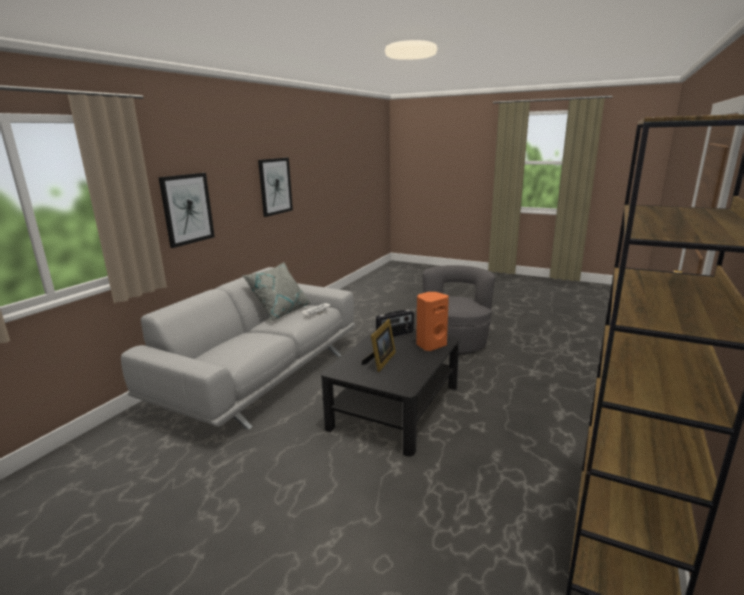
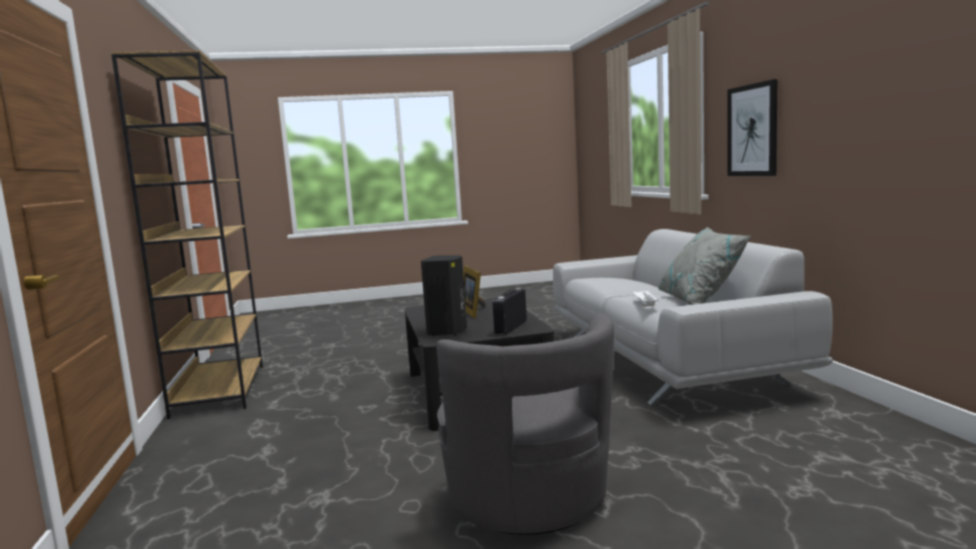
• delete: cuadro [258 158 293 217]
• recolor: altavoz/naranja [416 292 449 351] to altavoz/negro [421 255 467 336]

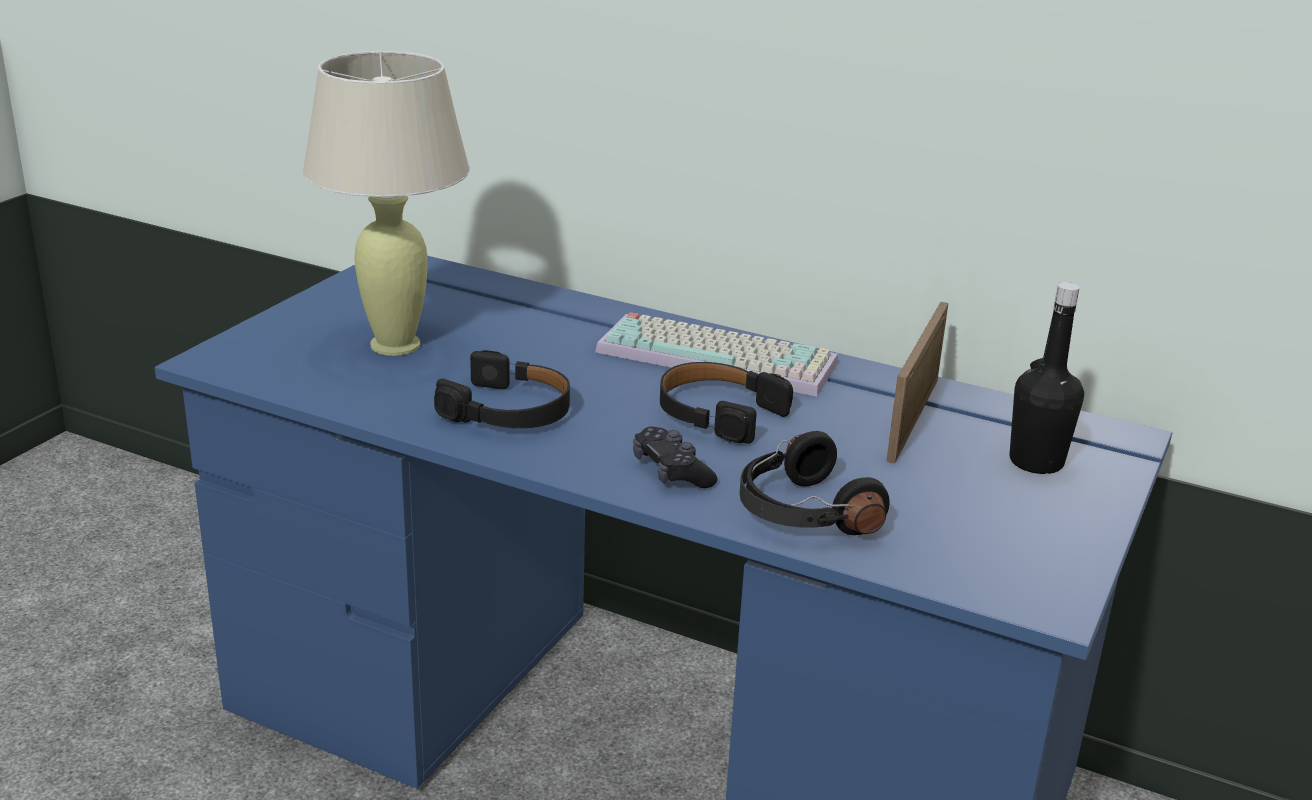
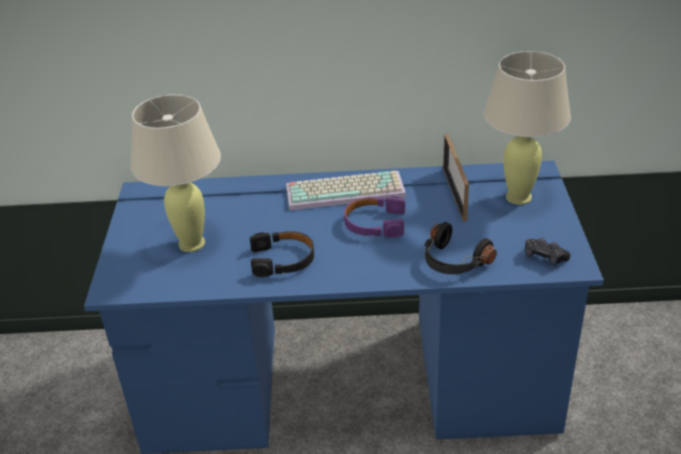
• move: mando de consola/negro [633 427 718 488] to [525 238 571 266]
• recolor: auriculares/negro [660 362 793 444] to auriculares/morado [344 196 405 238]
• replace: botella/negro [1010 282 1084 474] to lámpara de mesa/beis [483 51 571 205]

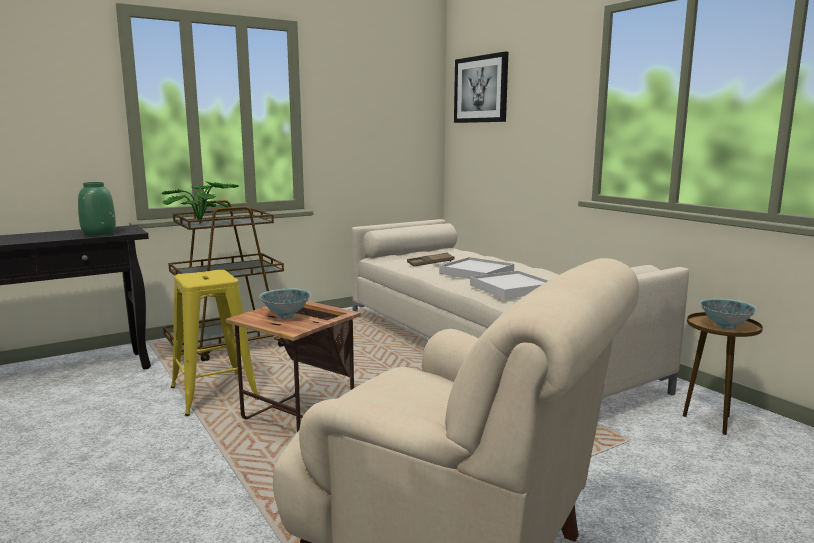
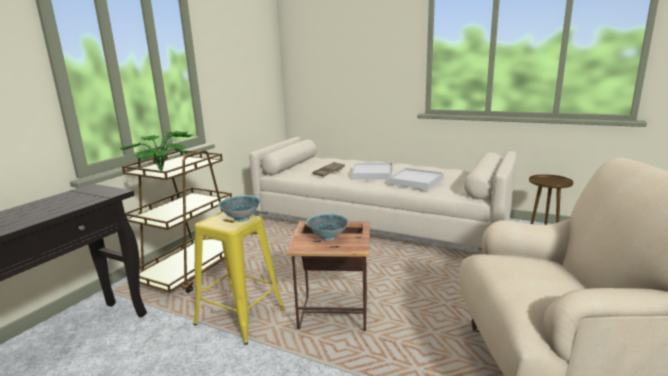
• delete: florero/verde [78 182 116 236]
• delete: cuadro [454 52 508 123]
• move: cuenco [699 299 757 329] to [218 195 261 222]

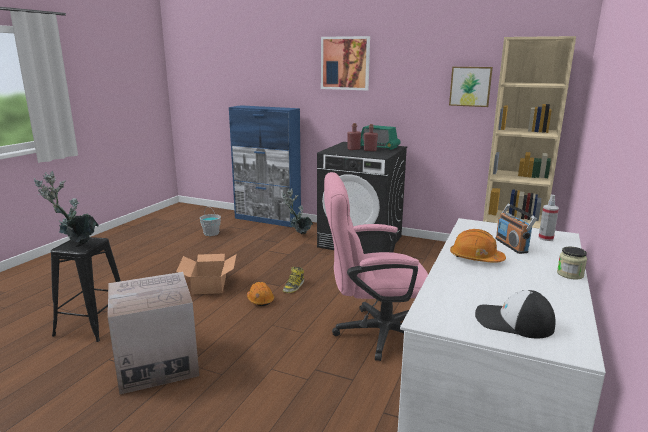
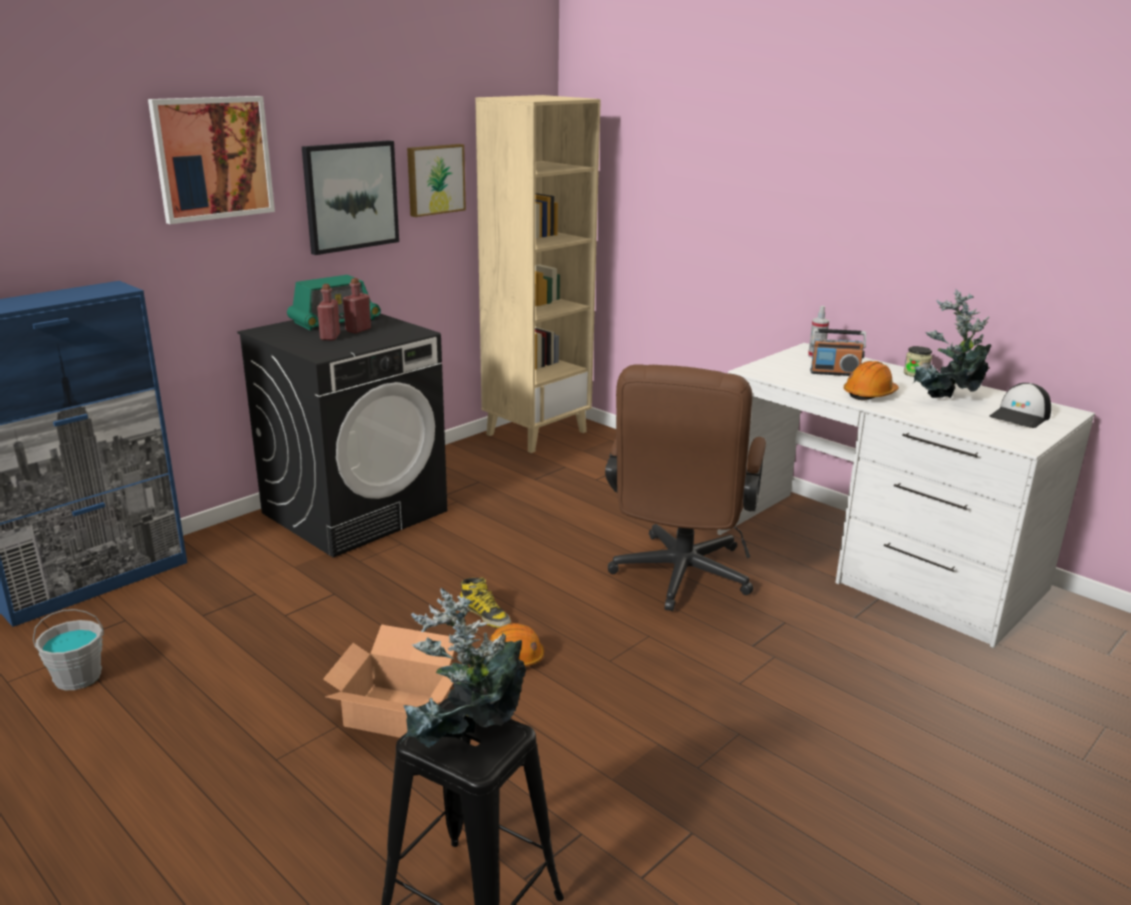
• delete: caja de cartón [108 272 199 394]
• move: planta en maceta [282 189 313 234] to [912 289 991 398]
• recolor: silla de oficina/rosa [324 172 428 361] to silla de oficina/marrón [605 364 766 611]
• insert: cuadro [302 140 399 255]

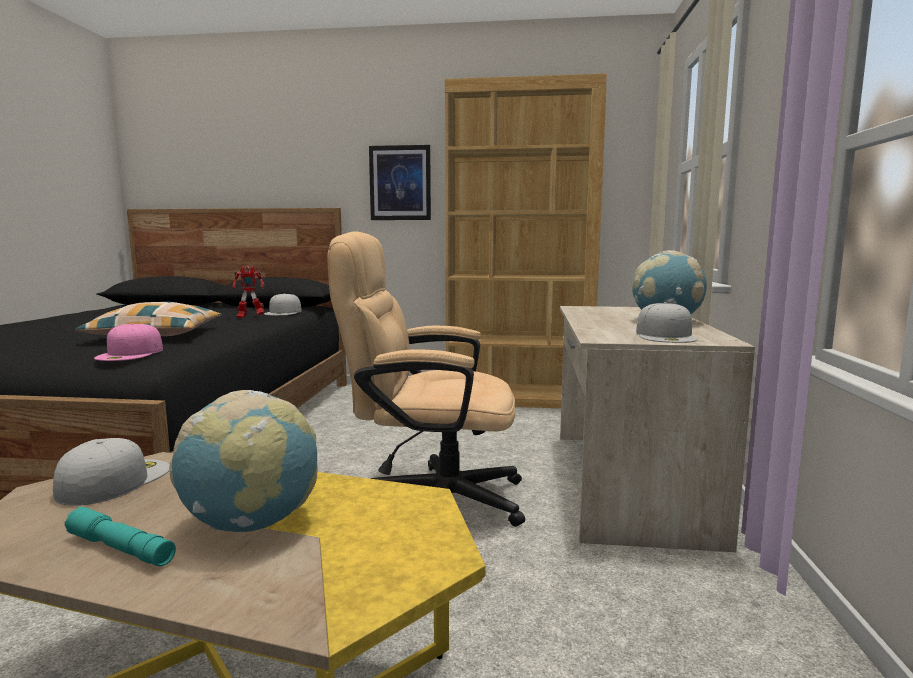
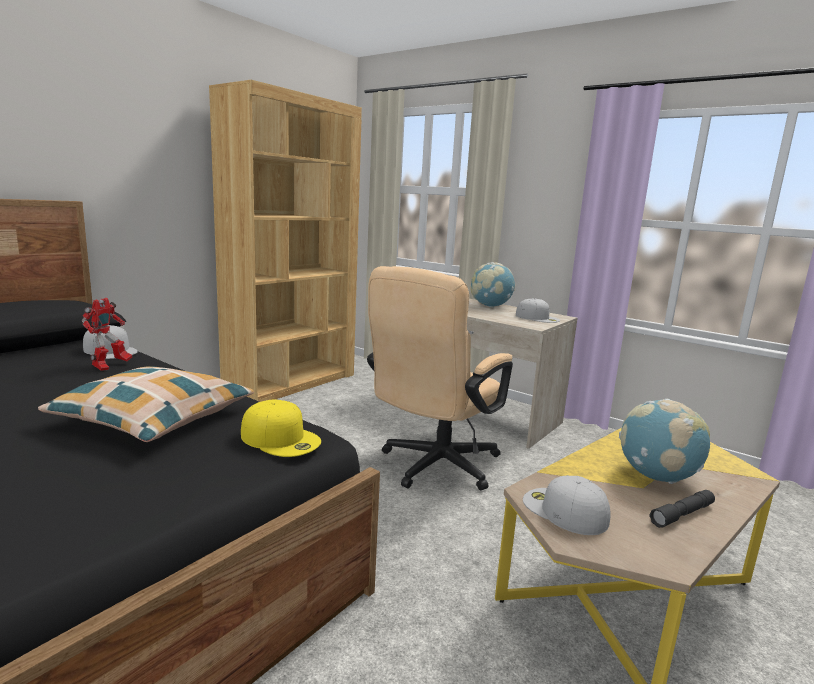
• recolor: linterna/turquesa [65 507 176 566] to linterna/gris [650 490 715 528]
• recolor: gorra/rosa [94 323 163 361] to gorra/amarillo [241 399 321 457]
• delete: cuadro [369 145 431 220]

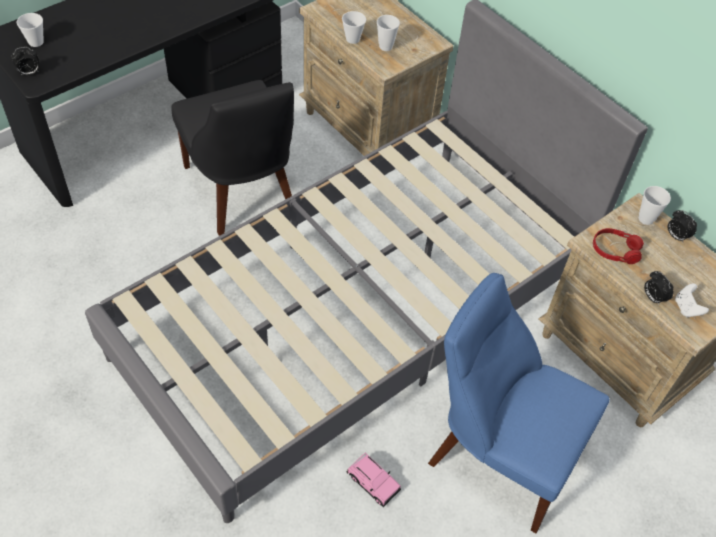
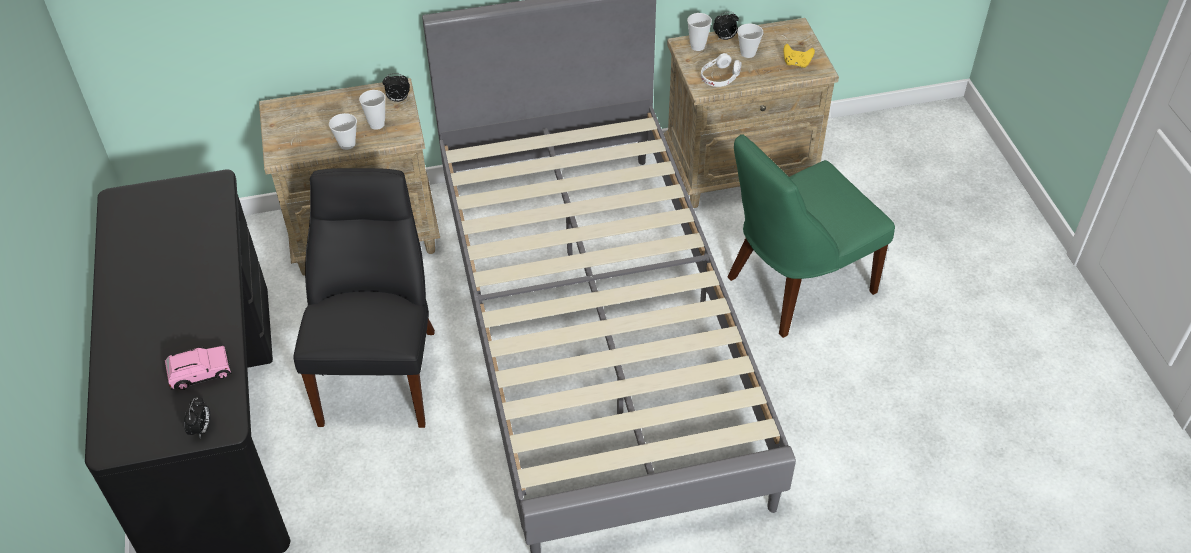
• move: taza [17 13 44 47] to [737 24 764 58]
• rotate: silla/negro [171 80 294 236] = [293 168 435 428] 90 degrees counterclockwise
• move: coche de juguete/rosa [346 453 401 507] to [165 346 232 390]
• recolor: silla/azul [428 273 610 533] to silla/verde [728 134 895 338]
• recolor: auriculares/rojo [593 228 644 264] to auriculares/blanco [701 53 742 87]
• move: despertador [644 271 674 305] to [382 73 410 102]
• recolor: mando de consola/blanco [675 283 709 318] to mando de consola/amarillo [784 44 815 68]

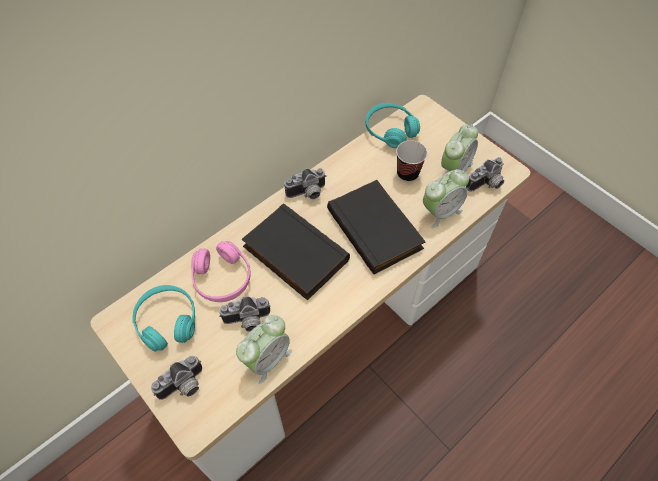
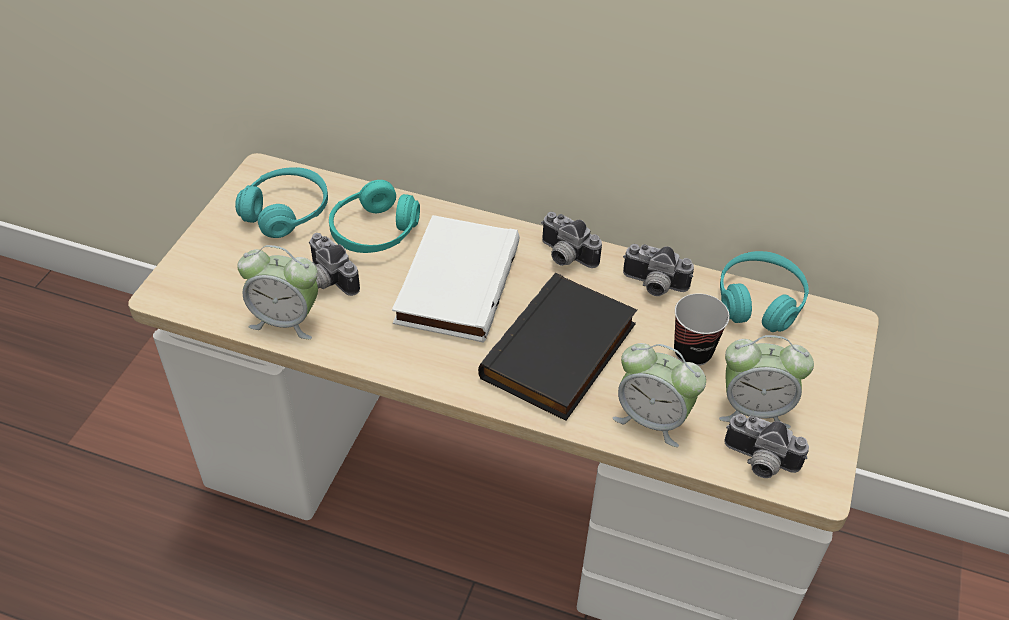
• move: cámara [151 356 202 400] to [623 244 694 296]
• recolor: auriculares/rosa [191 241 251 302] to auriculares/turquesa [329 180 420 253]
• recolor: libro/negro [242 203 350 300] to libro/blanco [392 215 519 343]

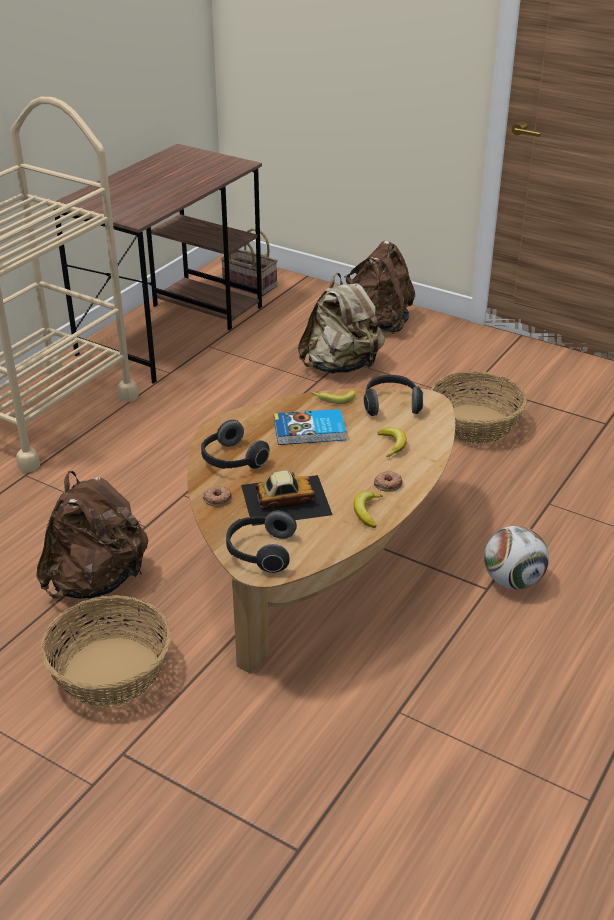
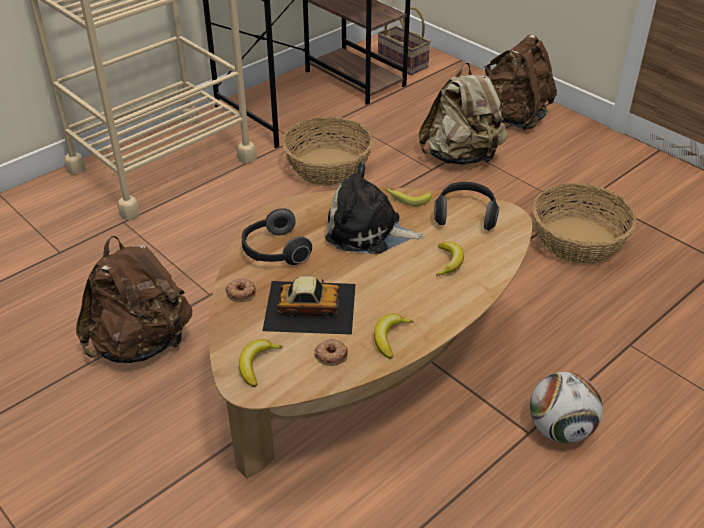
• move: cesta [41 595 172 707] to [282 116 373 186]
• replace: auriculares [226 510 297 573] to plátano [239 339 283 387]
• replace: libro [274 409 346 445] to peluche [325 162 425 254]
• move: rosquilla [374 471 403 492] to [314 339 348 366]

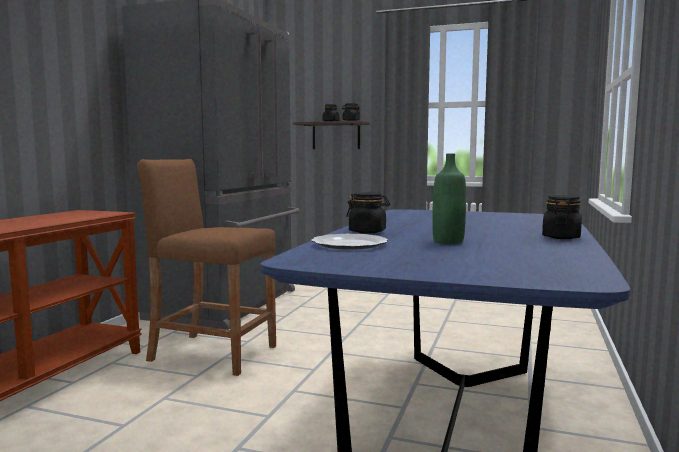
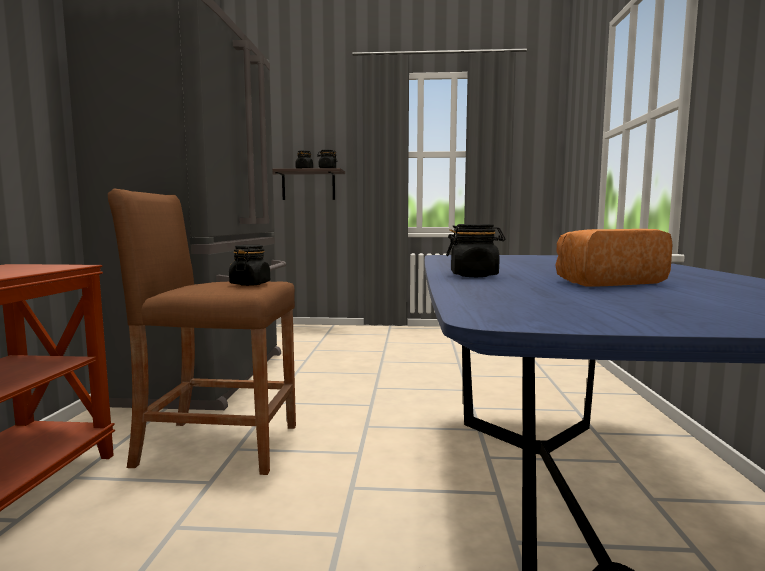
• delete: plato [311 234 388 250]
• replace: botella/verde [432 154 466 244] to pan [555 229 672 287]
• move: tarro/negro [542 195 582 239] to [229 245 270 286]

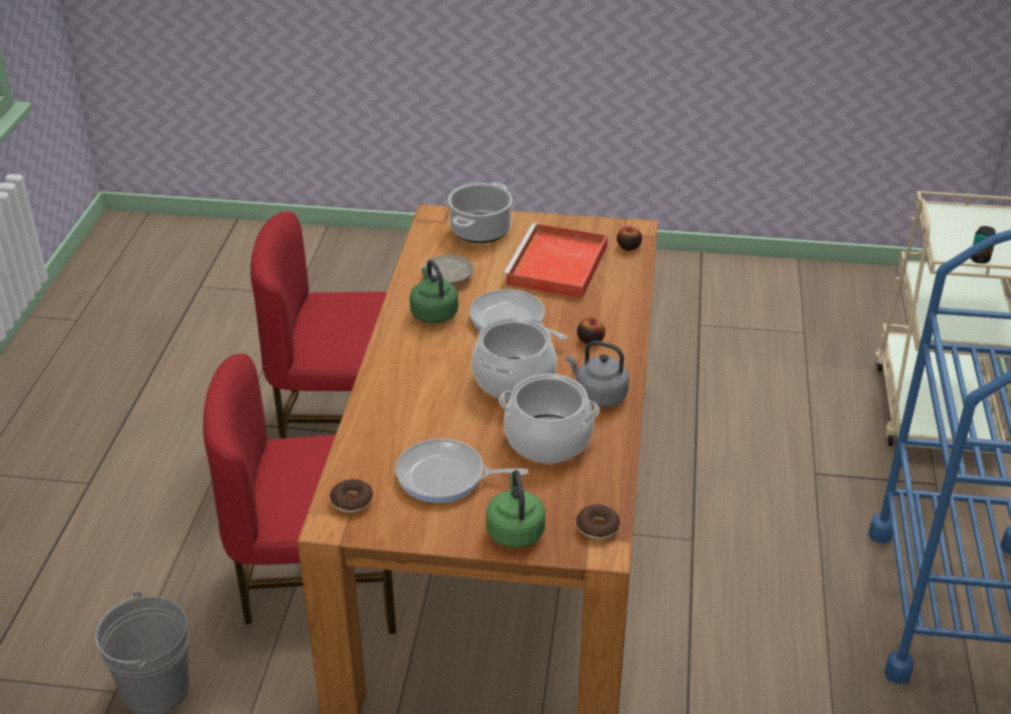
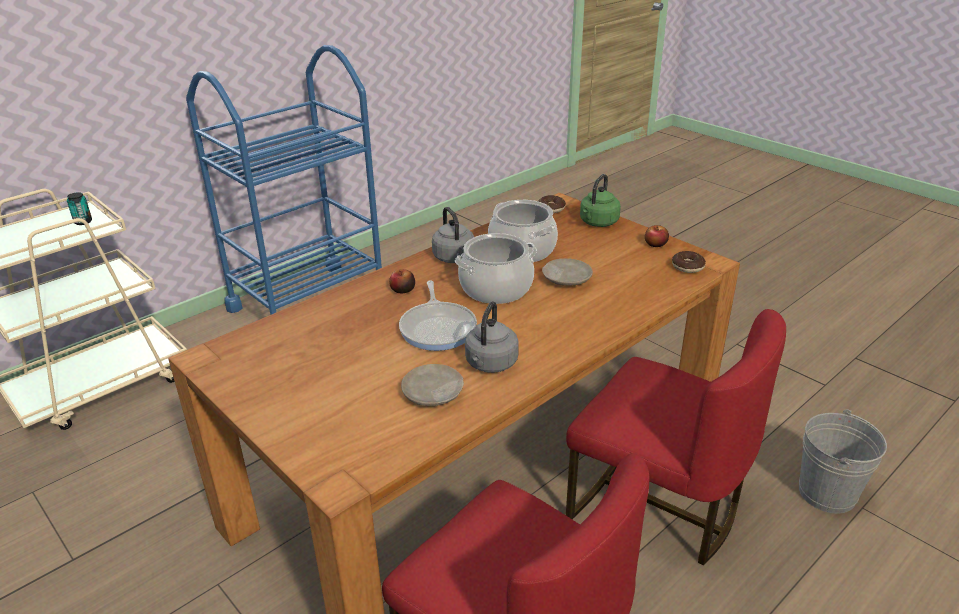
• delete: sartén [395 439 528 503]
• recolor: hervidor/verde [410 260 458 324] to hervidor/gris [465 301 519 373]
• delete: olla [448 183 513 243]
• delete: bandeja/rojo [503 223 608 299]
• move: manzana [617 227 642 250] to [645 225 669 247]
• insert: plato/beis [542 258 593 286]

